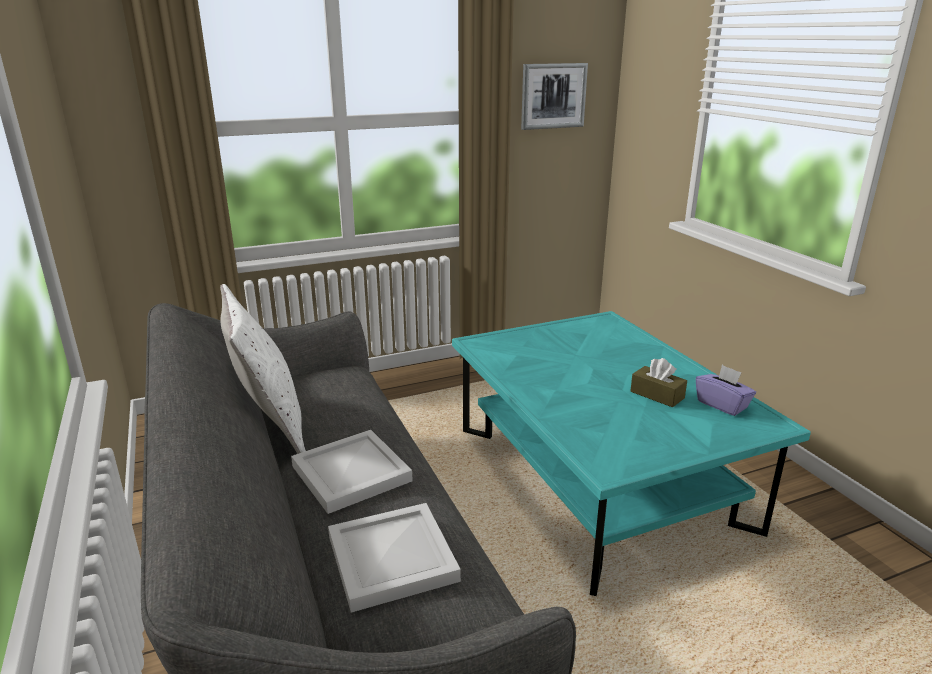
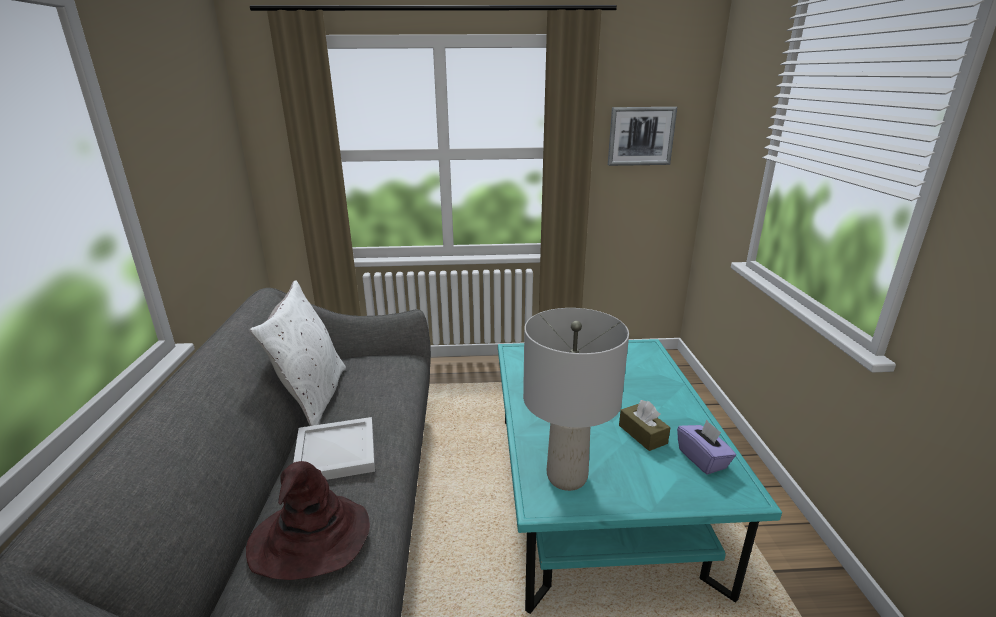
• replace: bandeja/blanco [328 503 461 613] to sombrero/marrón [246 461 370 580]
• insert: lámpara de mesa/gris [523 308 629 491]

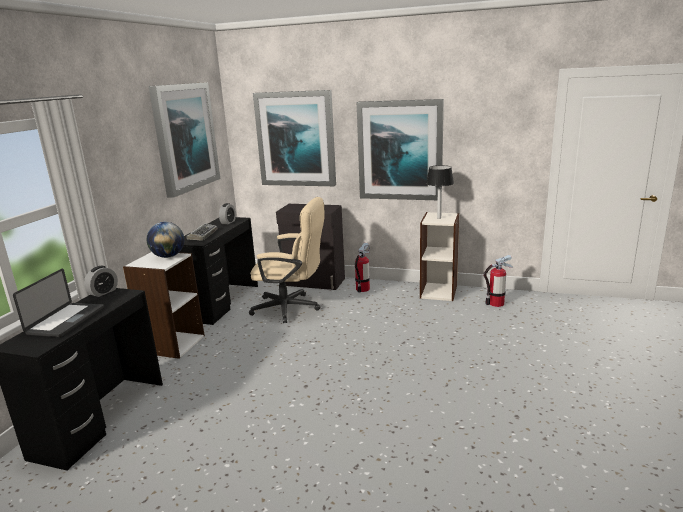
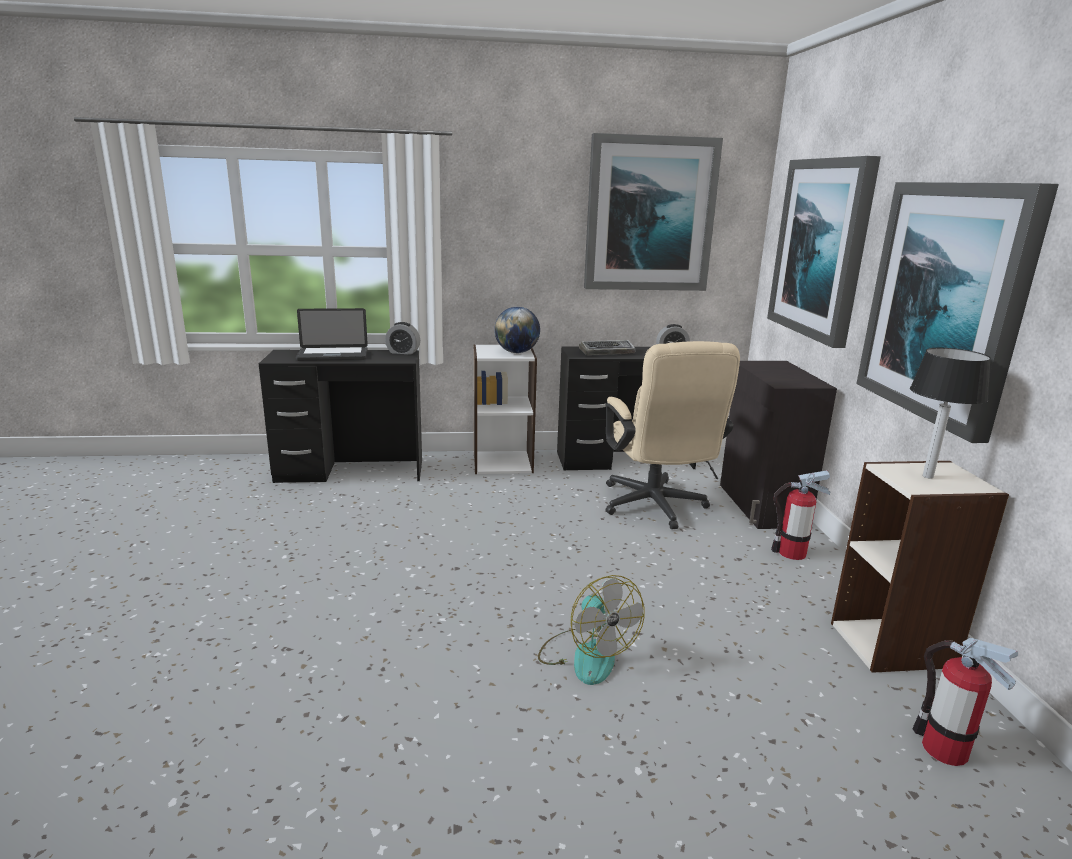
• insert: ventilador [538 575 645 685]

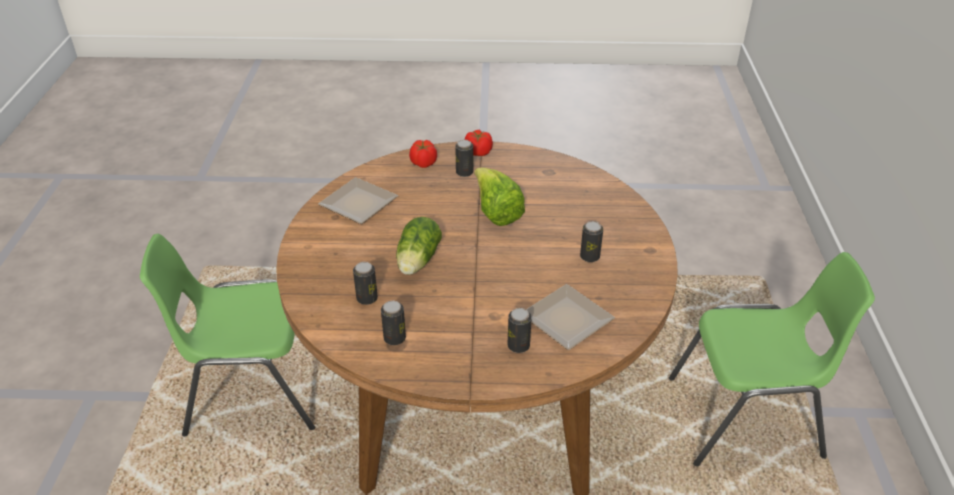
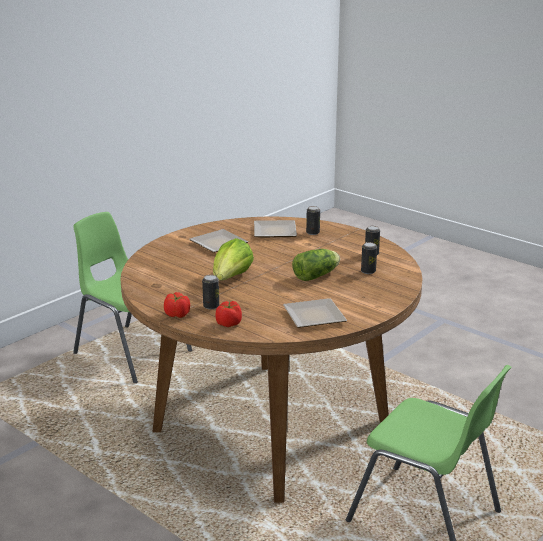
• replace: lata [580 221 603 262] to plato [189 229 249 253]

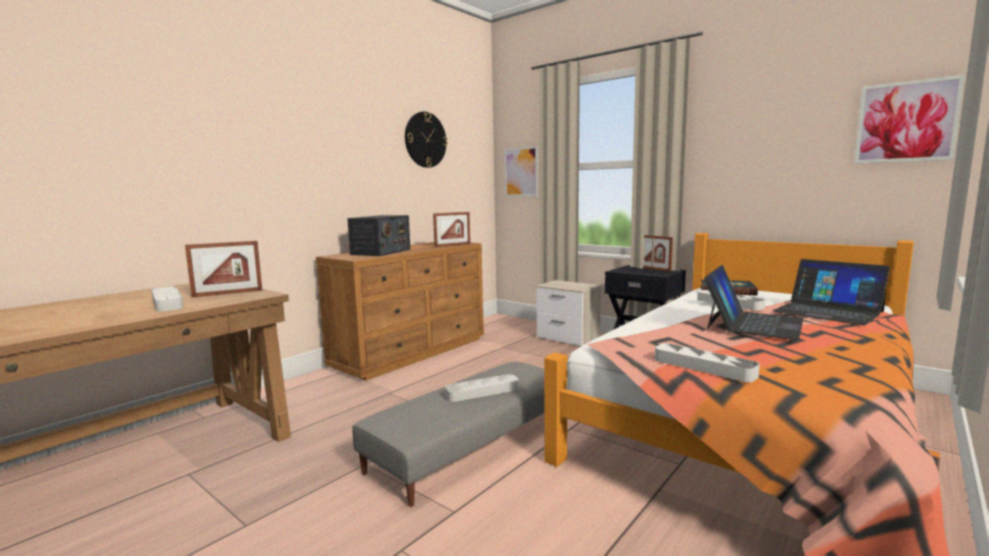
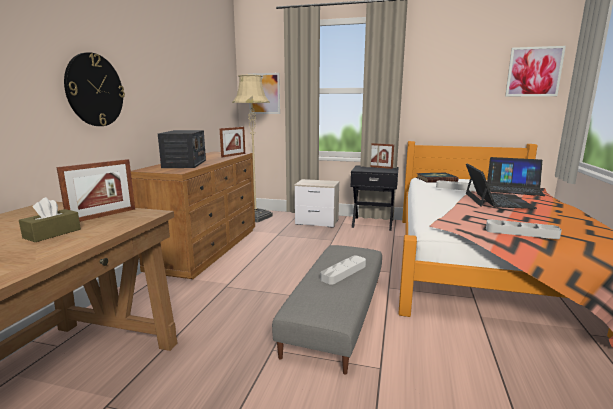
• replace: bandeja/gris [151 286 184 312] to caja de pañuelos/marrón [19 197 81 242]
• move: reloj de pared [405 112 448 168] to [64 52 125 126]
• insert: lámpara de pie/beis [232 75 273 223]

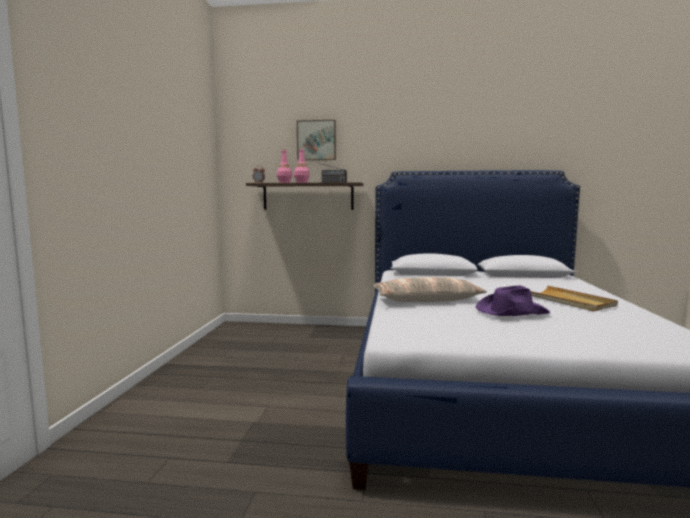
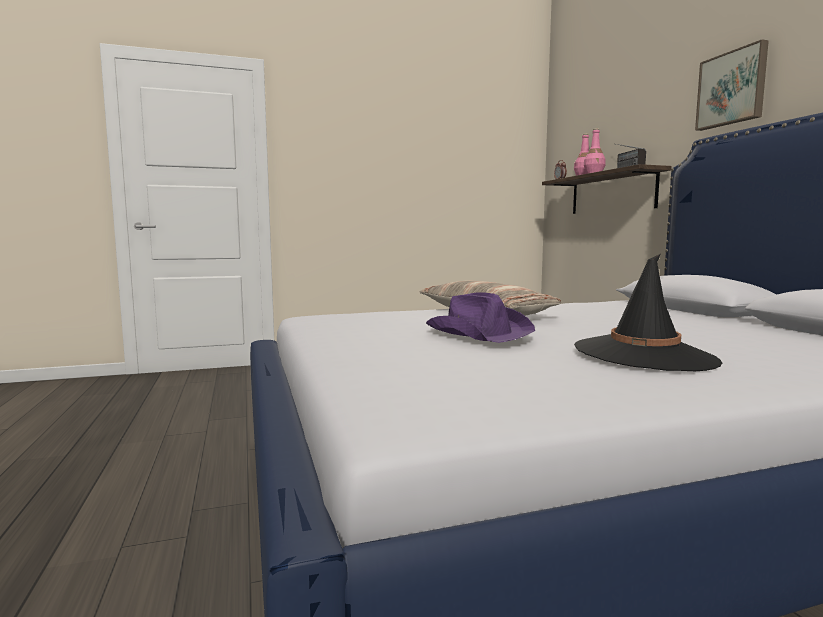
• move: cuadro [297 120 336 160] to [695 39 769 131]
• replace: bandeja/beis [531 286 618 312] to sombrero/negro [574 254 722 371]

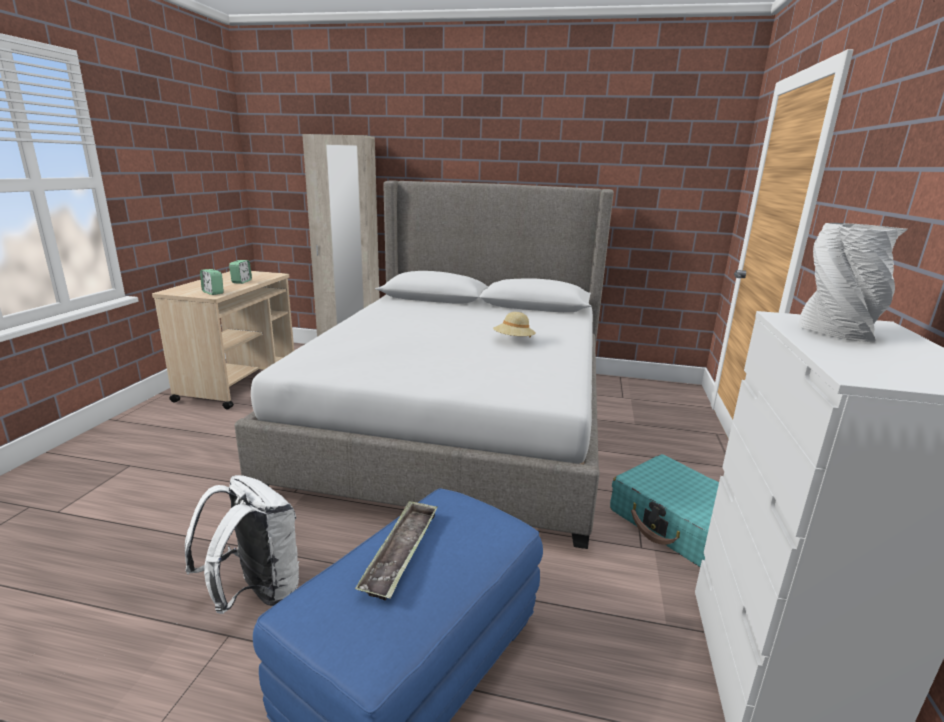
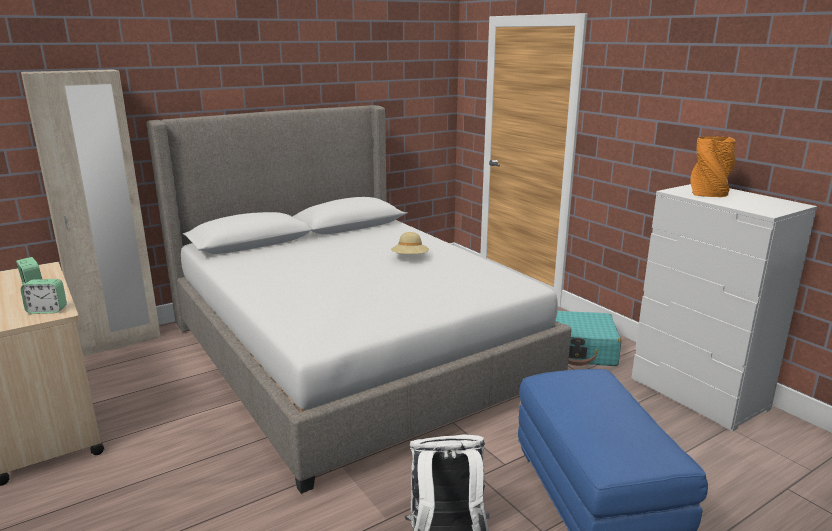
• delete: bandeja [355 500 438 600]
• recolor: florero/gris [799 223 908 342] to florero/naranja [691 136 735 197]

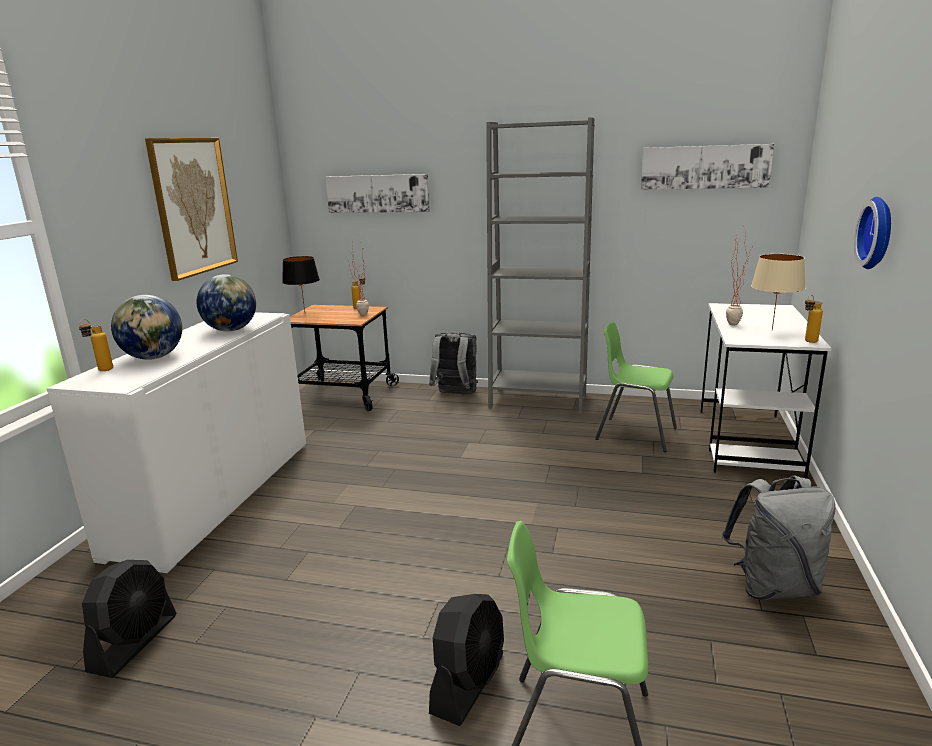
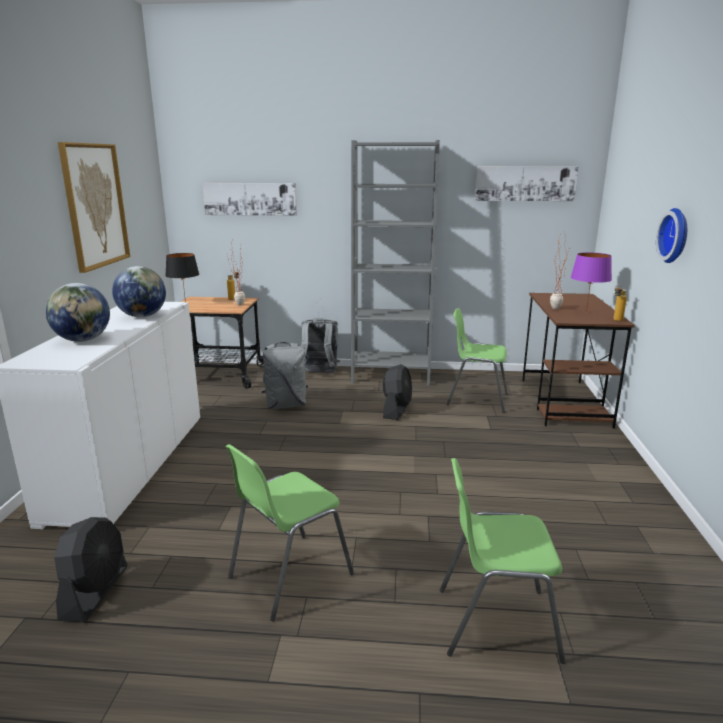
• delete: botella [79 319 113 371]
• move: ventilador/negro [429 594 504 726] to [383 364 412 420]
• recolor: escritorio/blanco [700 303 832 479] to escritorio/marrón [522 293 635 429]
• move: mochila/gris [722 475 835 600] to [262 342 308 409]
• recolor: lámpara de mesa/beis [751 254 805 330] to lámpara de mesa/morado [571 252 612 313]
• insert: silla/verde [225 444 354 621]

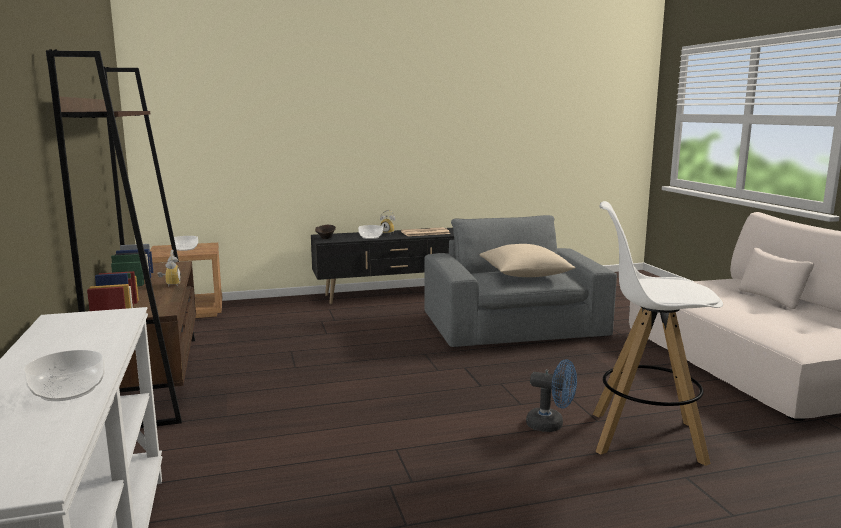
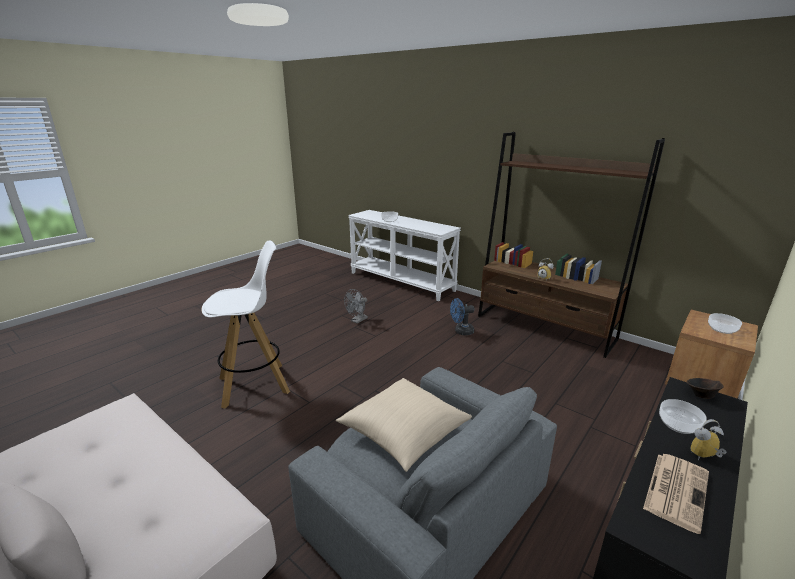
• move: ventilador/azul [526 359 577 432] to [450 298 475 335]
• insert: ventilador/gris [344 289 368 324]

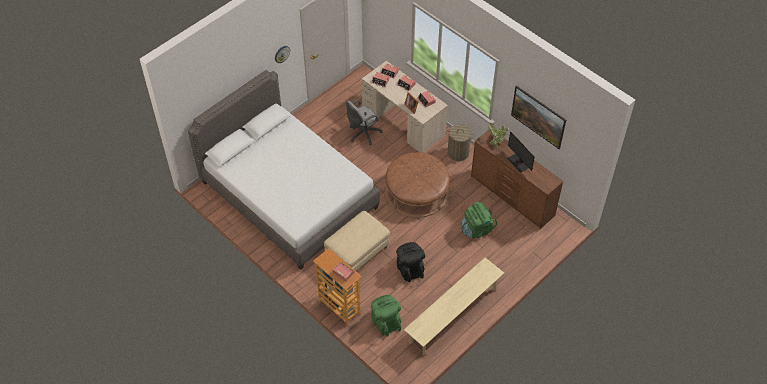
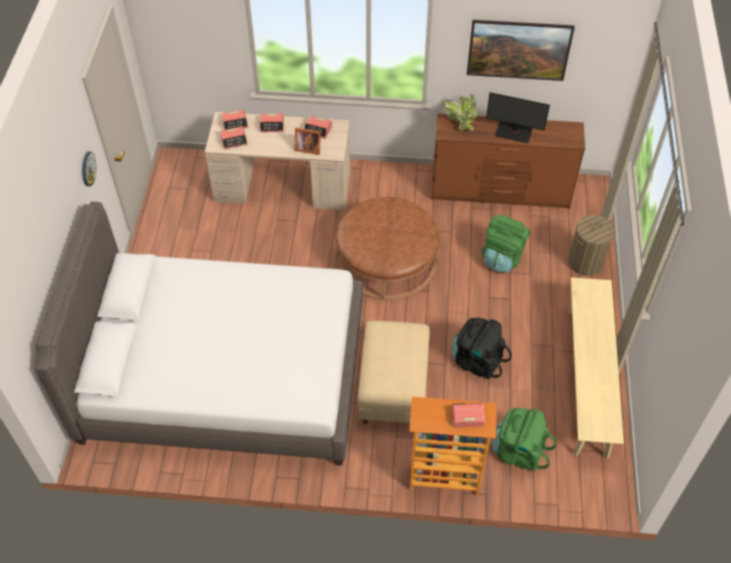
• delete: silla de oficina/gris [346 100 383 145]
• move: cesto de la ropa [446 124 474 161] to [568 215 615 276]

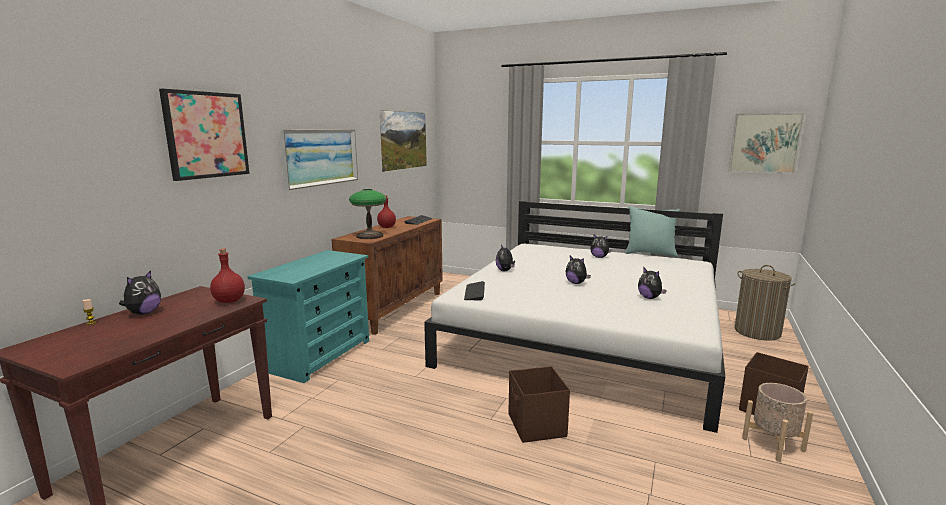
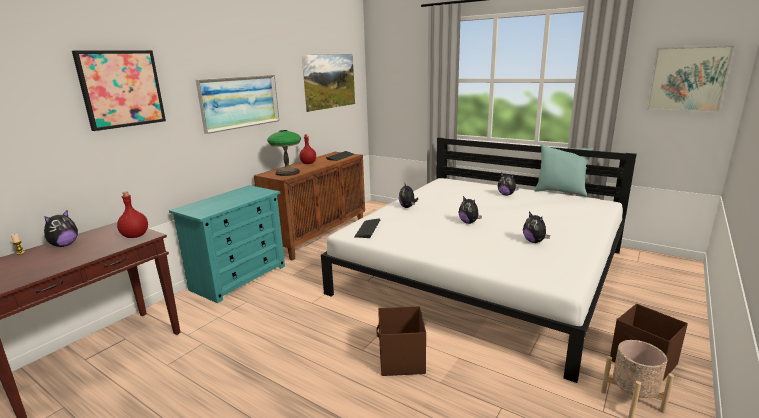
• delete: cesto de la ropa [734 265 796 341]

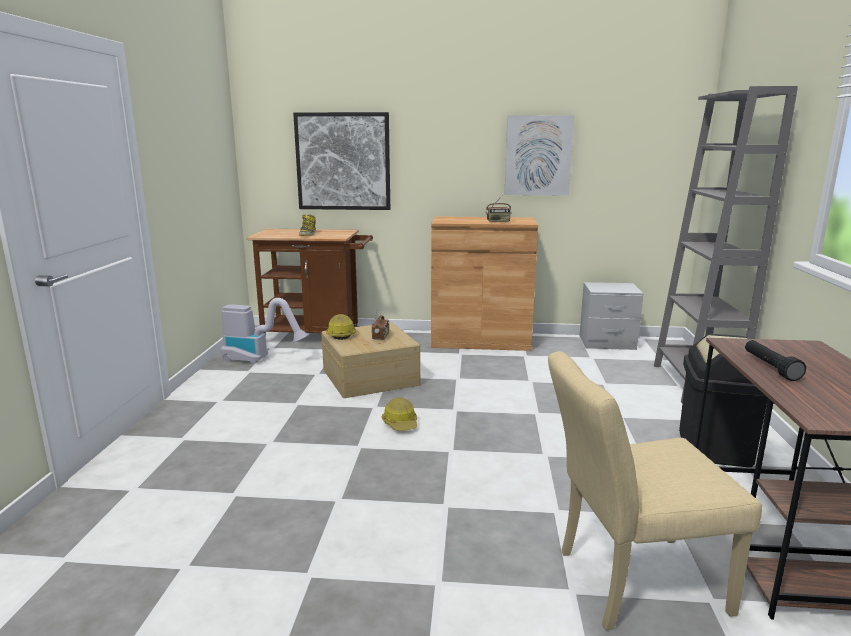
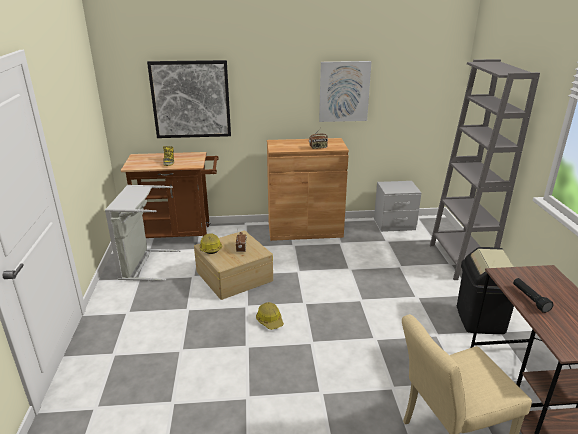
• replace: aspiradora [221 298 309 364] to cesto de la ropa/gris [105 185 180 281]

